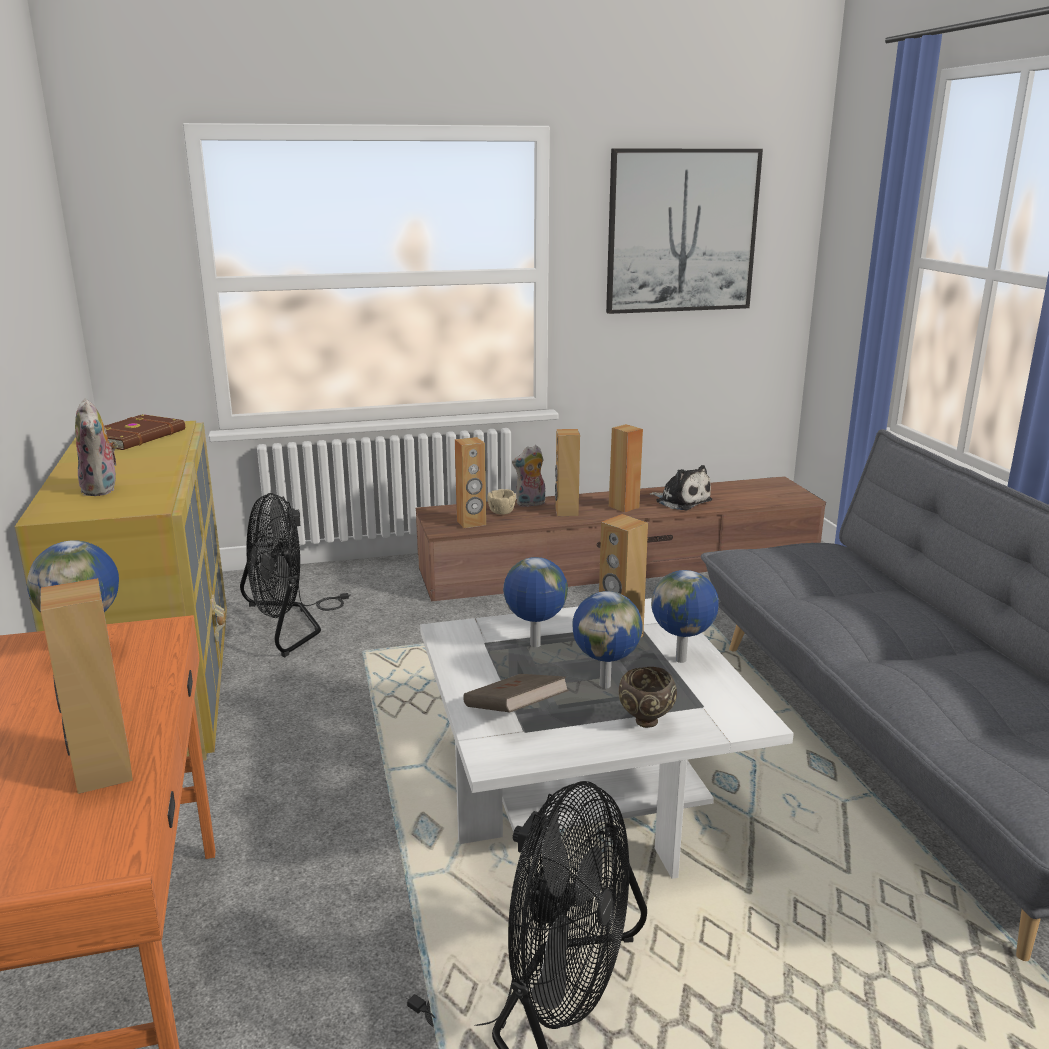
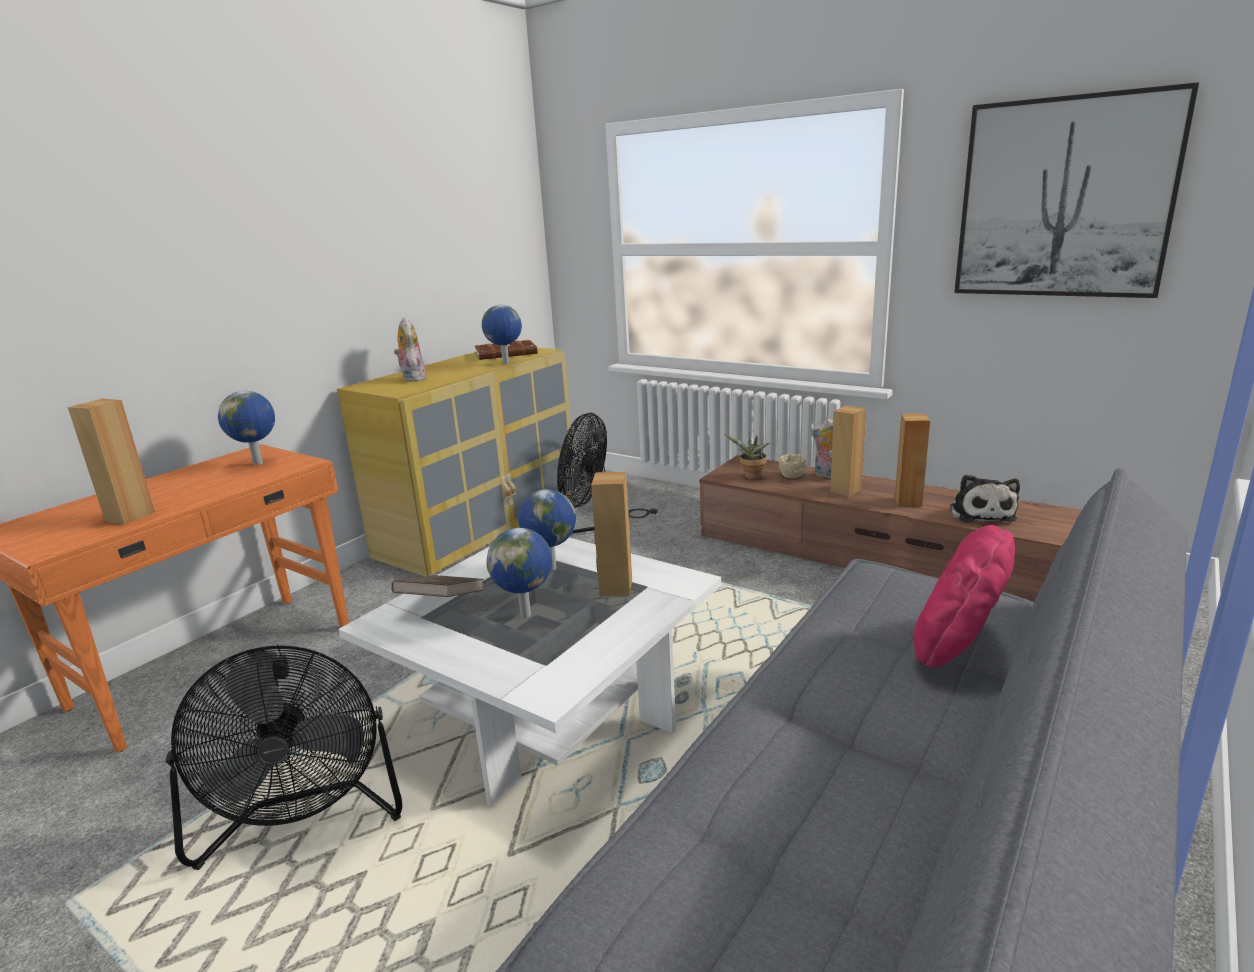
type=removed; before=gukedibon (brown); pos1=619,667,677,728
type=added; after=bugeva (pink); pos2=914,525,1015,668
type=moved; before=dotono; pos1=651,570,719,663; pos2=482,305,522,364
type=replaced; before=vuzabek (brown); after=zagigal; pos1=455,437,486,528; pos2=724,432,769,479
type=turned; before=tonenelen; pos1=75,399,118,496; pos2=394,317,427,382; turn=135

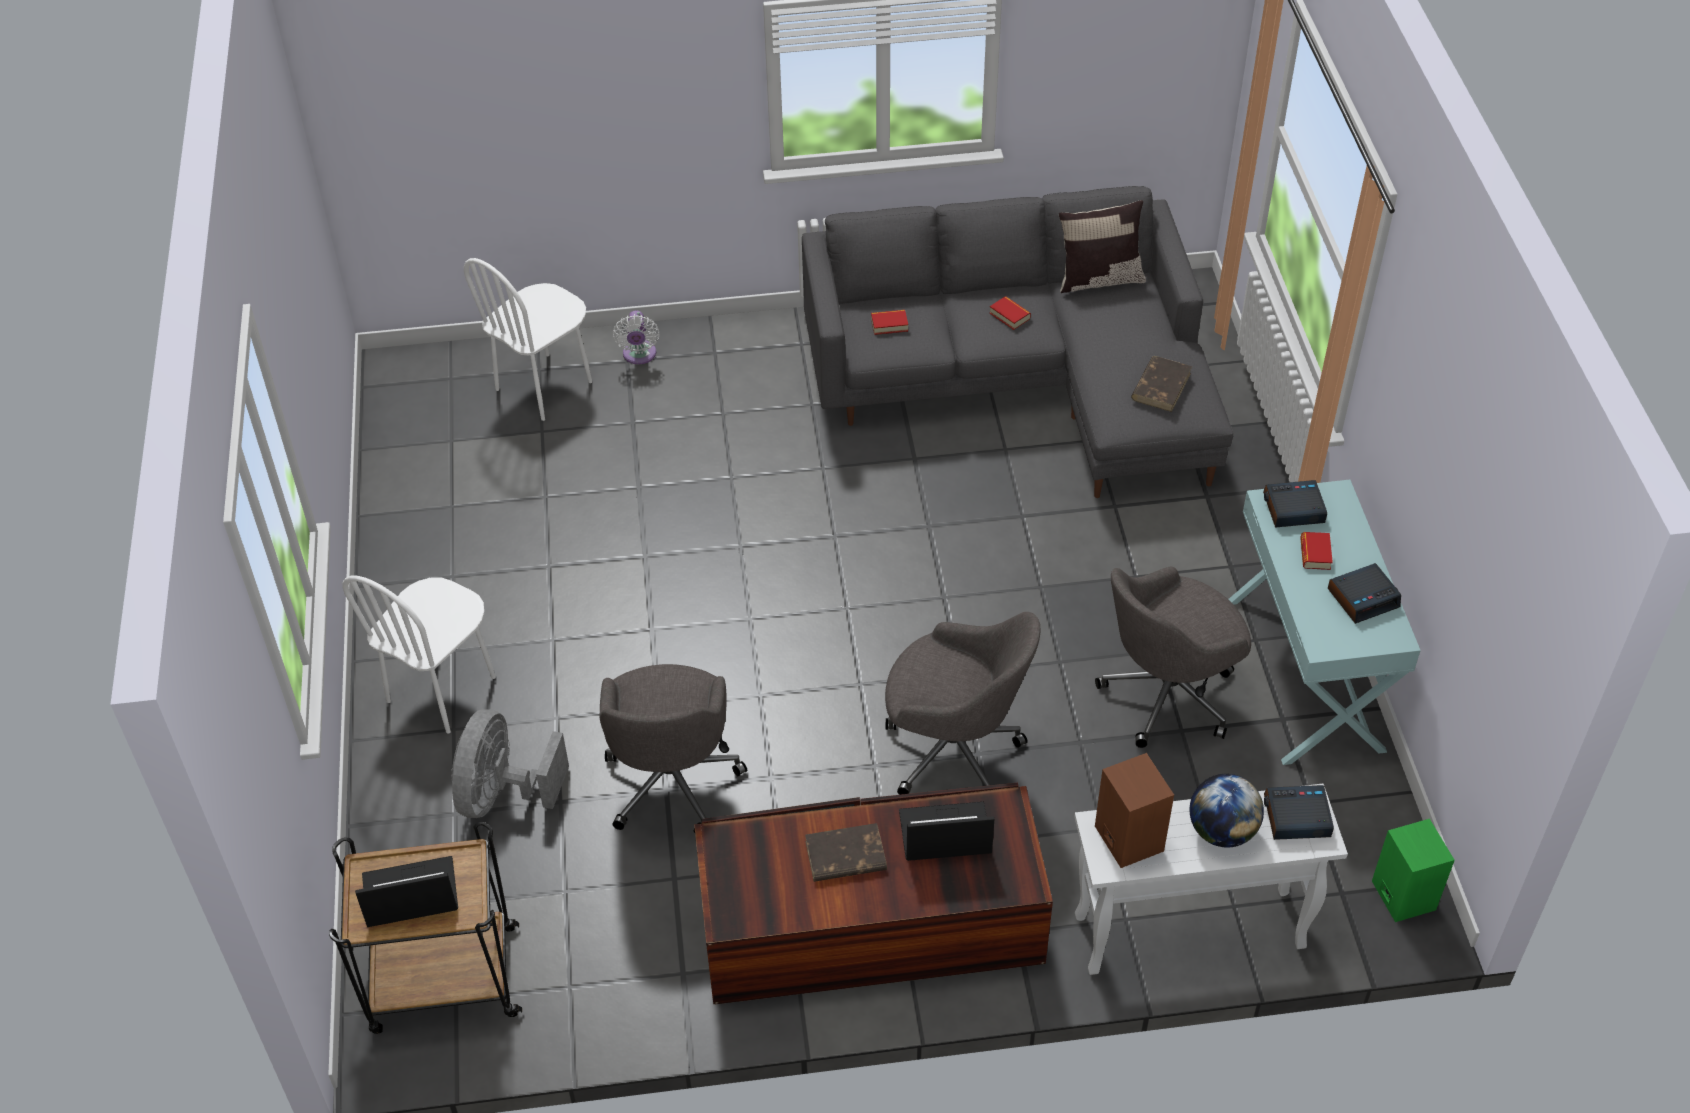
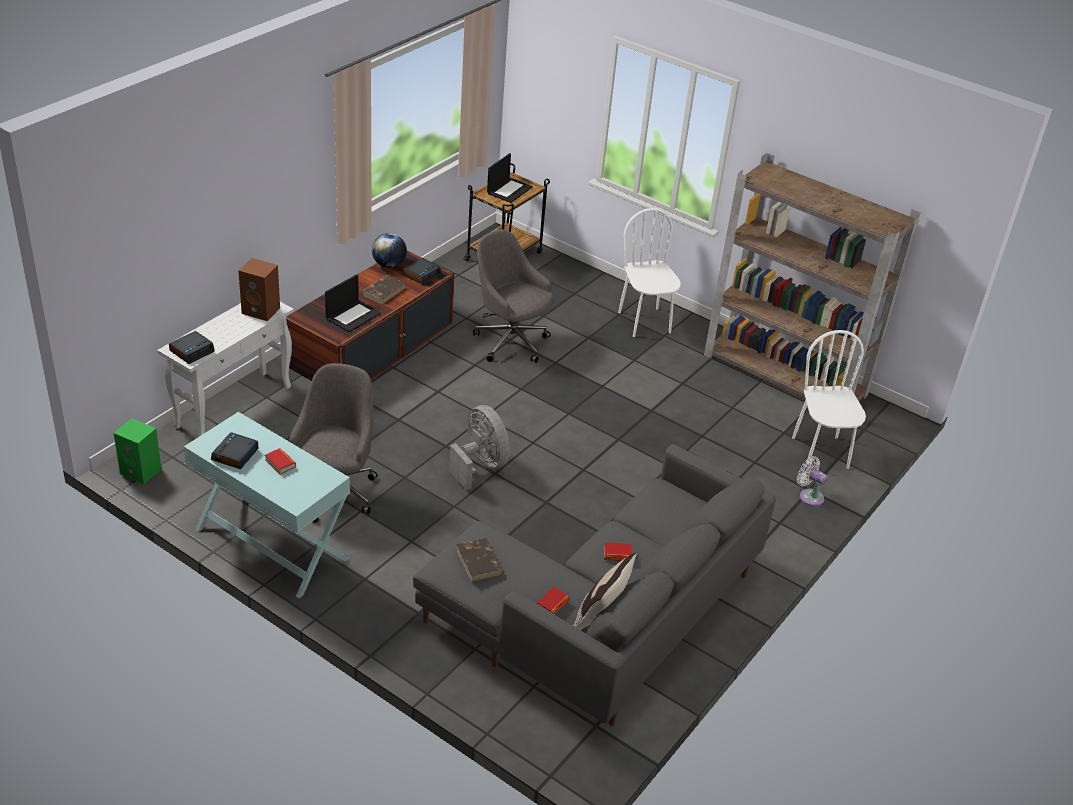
type=removed; before=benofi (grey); pos1=885,612,1040,795
type=added; after=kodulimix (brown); pos2=704,153,921,401
type=moved; before=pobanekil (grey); pos1=451,709,569,818; pos2=449,405,510,490
type=moved; before=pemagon; pos1=871,310,908,335; pos2=537,587,570,615
type=moved; before=dotono; pos1=1190,774,1264,848; pos2=372,233,407,268
type=moved; before=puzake; pos1=1263,480,1327,528; pos2=403,258,441,285

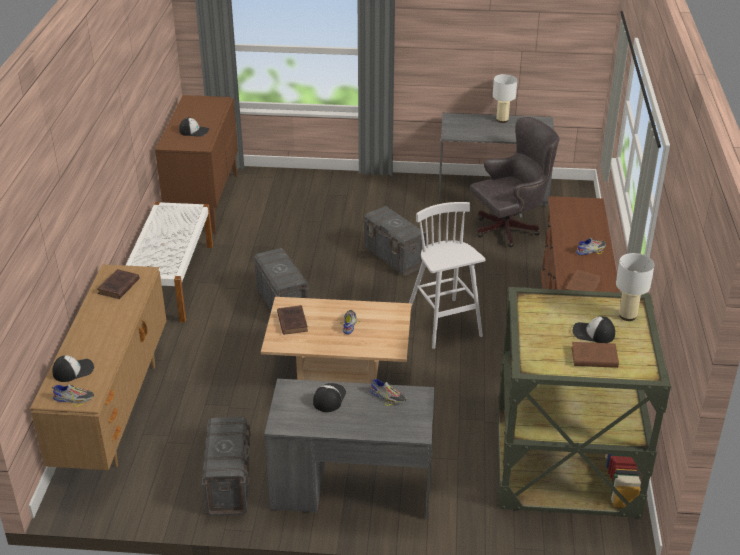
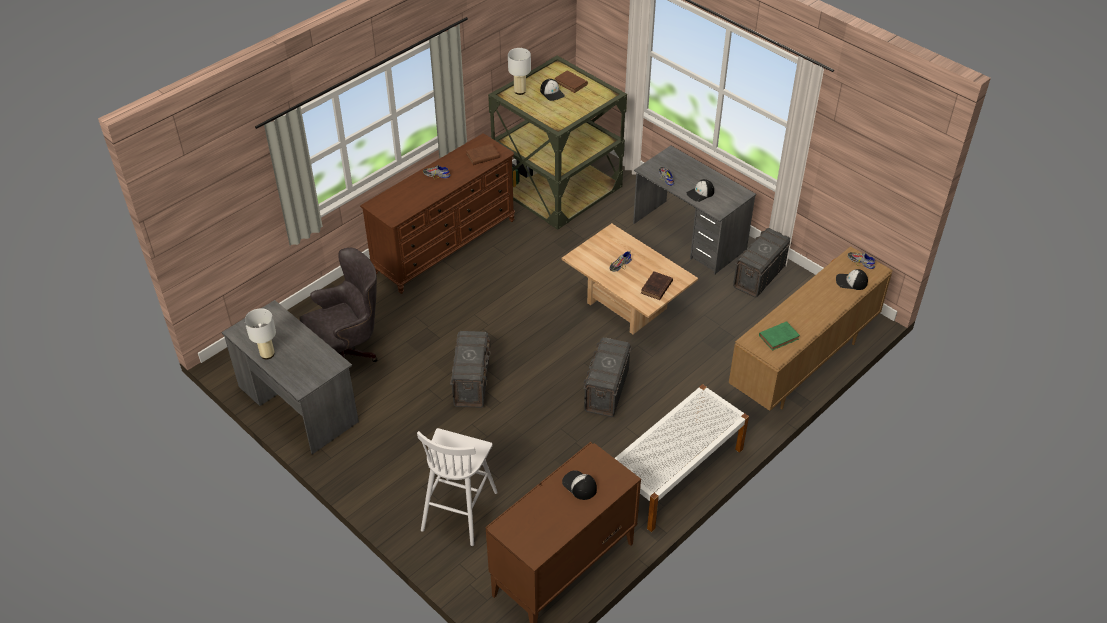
type=moved; before=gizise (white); pos1=409,202,485,349; pos2=417,428,498,546
type=recoloured; before=pemagon (brown); after=pemagon (green); pos1=97,269,140,299; pos2=759,321,800,351
type=turned; before=benofi (grey); pos1=470,117,560,247; pos2=299,248,377,362; turn=135

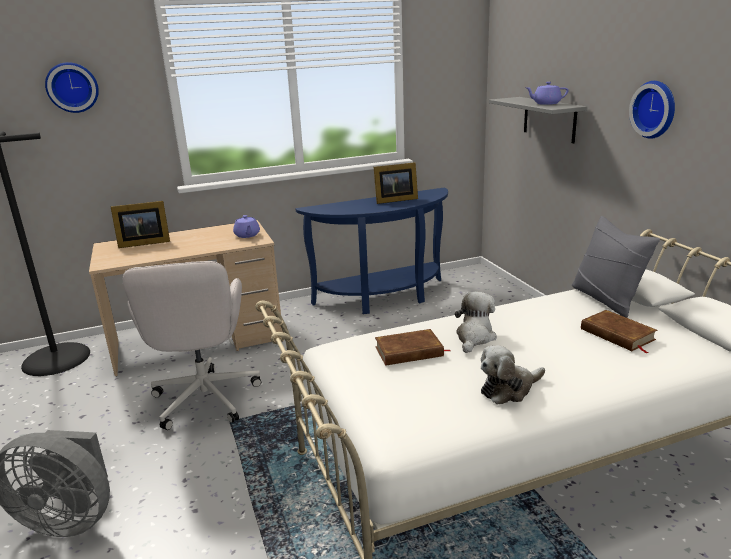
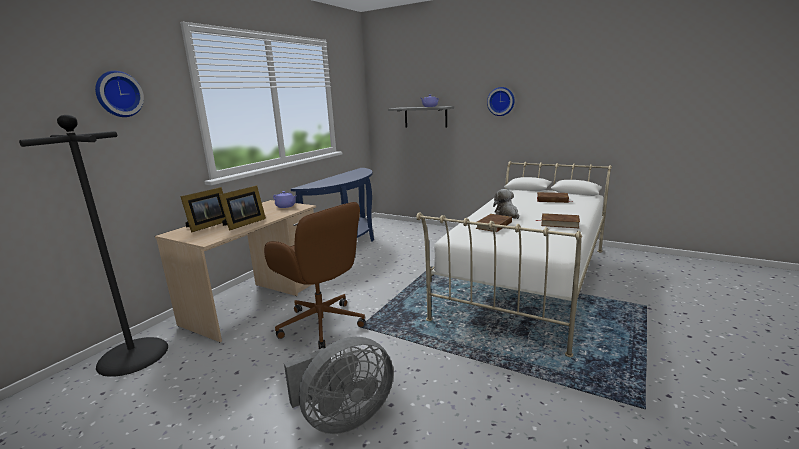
type=removed; before=bugeva (grey); pos1=572,216,660,318
type=moved; before=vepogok; pos1=374,162,418,204; pos2=219,185,266,231
type=replaced; before=tonenelen; after=pemagon (brown); pos1=481,345,545,404; pos2=536,213,580,228
type=recoloured; before=benofi (white); after=benofi (brown); pos1=123,261,261,430; pos2=264,202,366,349

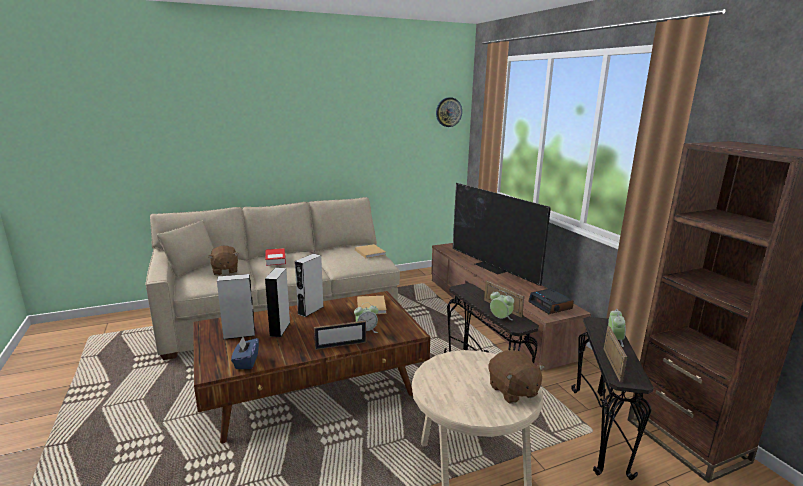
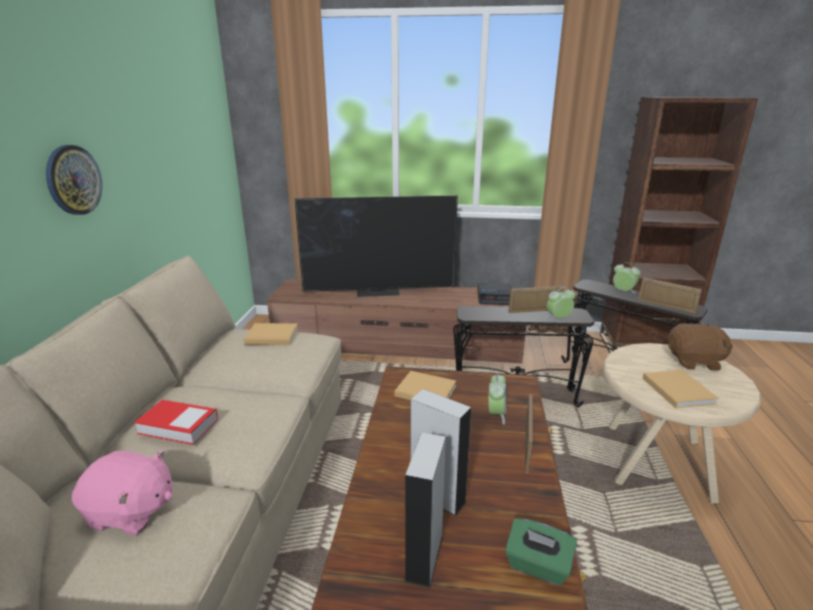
type=removed; before=vuzabek (grey); pos1=295,254,323,317
type=added; after=pemagon (beige); pos2=642,370,719,408
type=moved; before=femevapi; pos1=436,97,462,127; pos2=46,145,102,215
type=recoloured; before=tonenelen (brown); after=tonenelen (pink); pos1=208,246,239,275; pos2=72,450,172,535
type=recoloured; before=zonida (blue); after=zonida (green); pos1=231,337,259,369; pos2=505,518,577,586

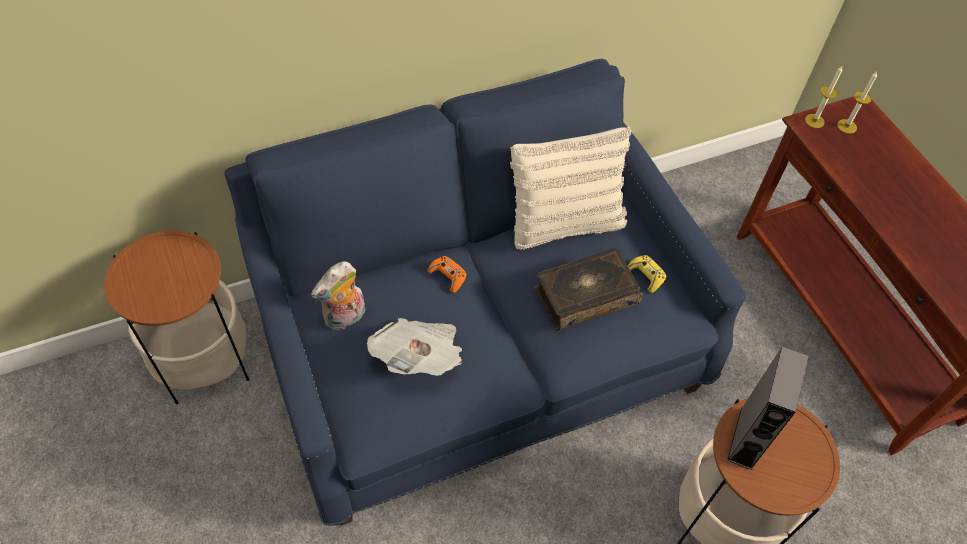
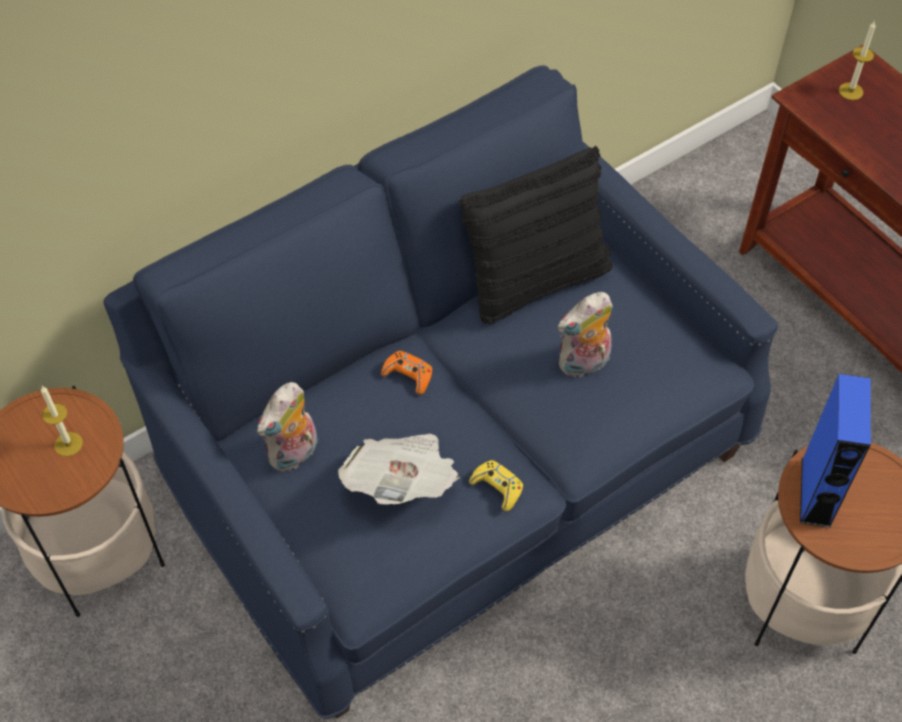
type=moved; before=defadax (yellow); pos1=627,255,666,293; pos2=469,460,523,511
type=moved; before=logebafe; pos1=805,66,842,128; pos2=41,386,83,457
type=replaced; before=pemagon; after=tonenelen; pos1=534,248,643,331; pos2=557,292,613,377
type=recoloured; before=bugeva (beige); after=bugeva (black); pos1=510,127,631,250; pos2=459,146,612,324
type=recoloured; before=vuzabek (grey); after=vuzabek (blue); pos1=727,346,808,470; pos2=800,374,871,528

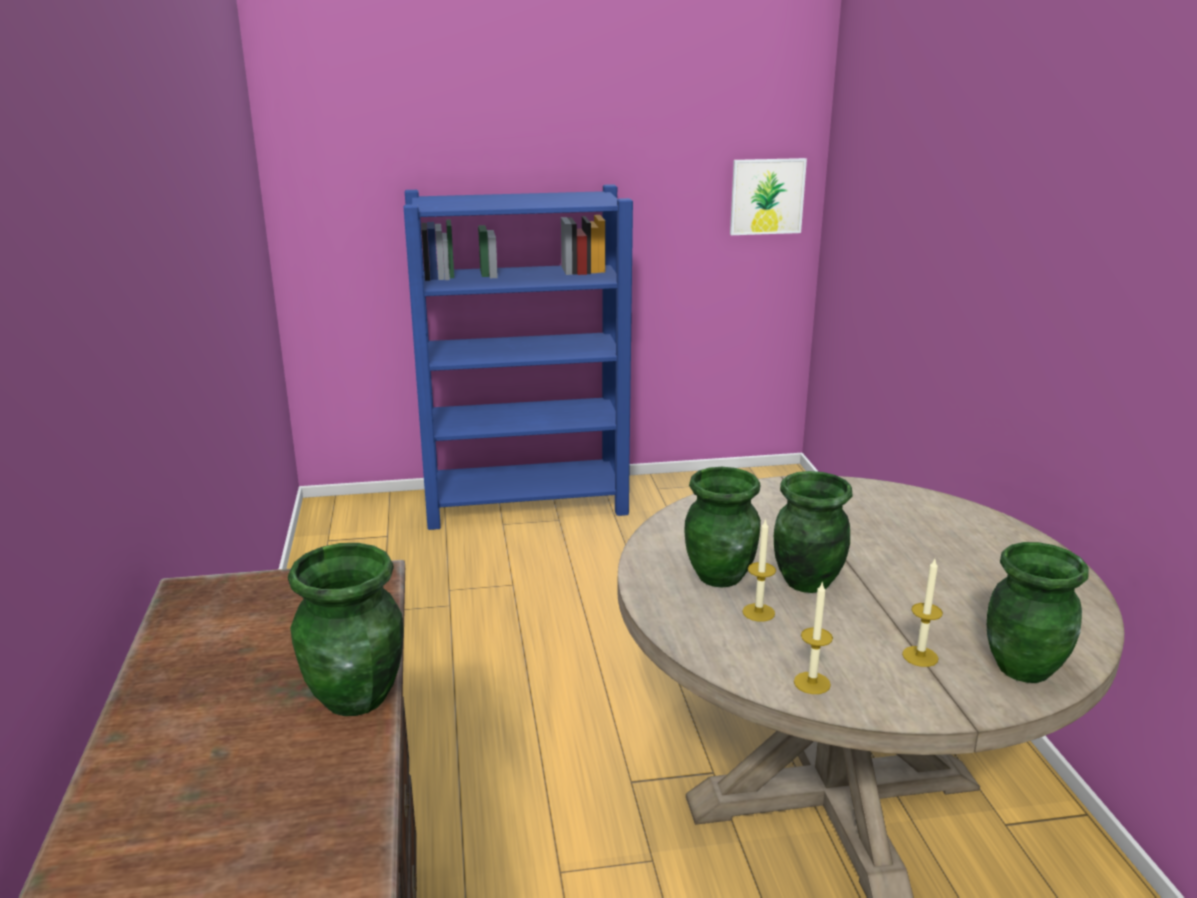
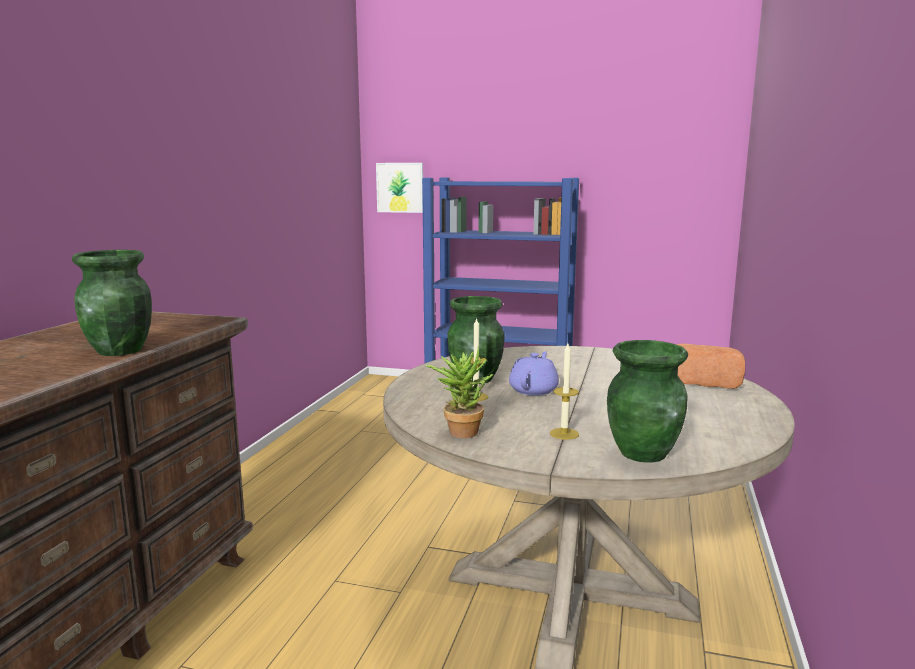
type=added; after=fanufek; pos2=676,343,745,389
type=moved; before=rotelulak; pos1=730,158,807,235; pos2=376,163,423,213
type=replaced; before=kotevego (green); after=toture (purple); pos1=774,471,852,593; pos2=509,351,559,396
type=replaced; before=logebafe; after=zagigal; pos1=794,581,833,694; pos2=426,345,494,438

